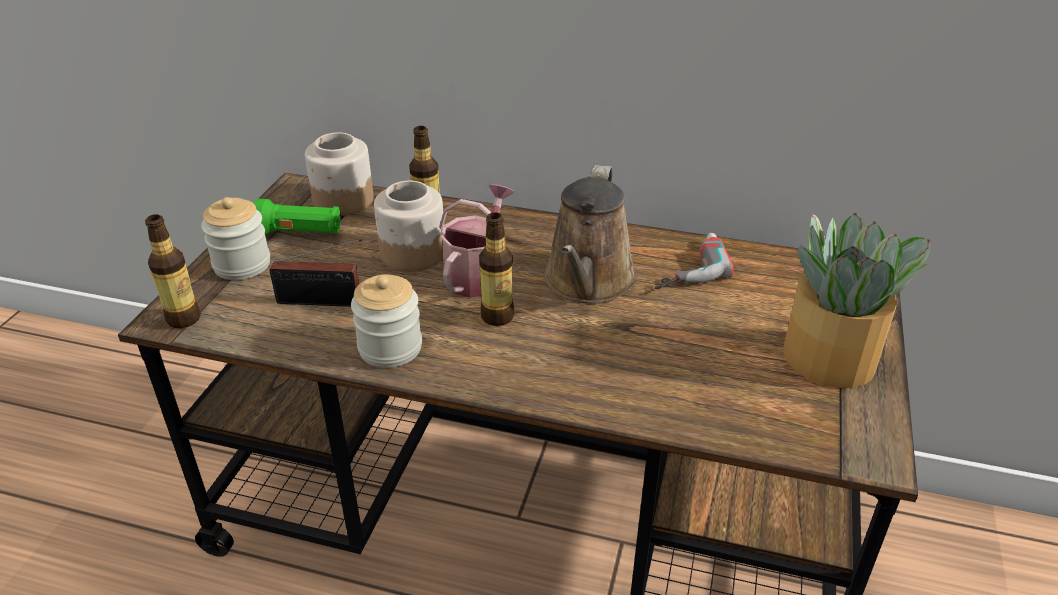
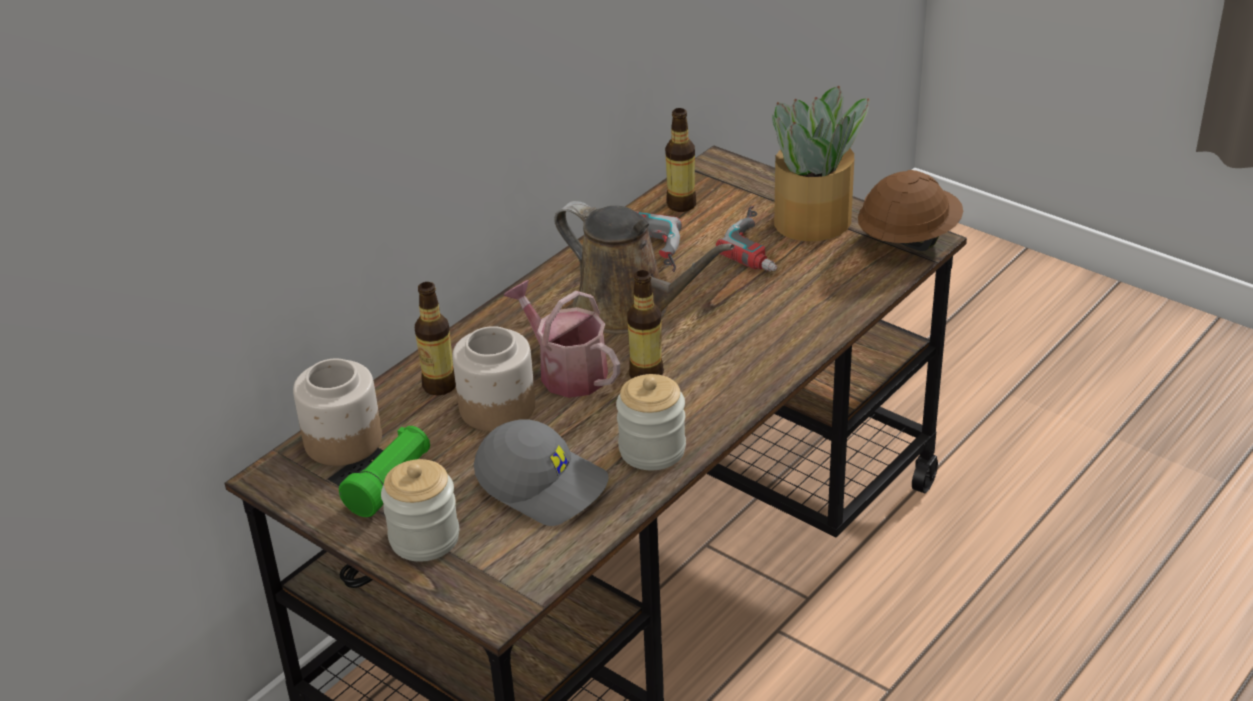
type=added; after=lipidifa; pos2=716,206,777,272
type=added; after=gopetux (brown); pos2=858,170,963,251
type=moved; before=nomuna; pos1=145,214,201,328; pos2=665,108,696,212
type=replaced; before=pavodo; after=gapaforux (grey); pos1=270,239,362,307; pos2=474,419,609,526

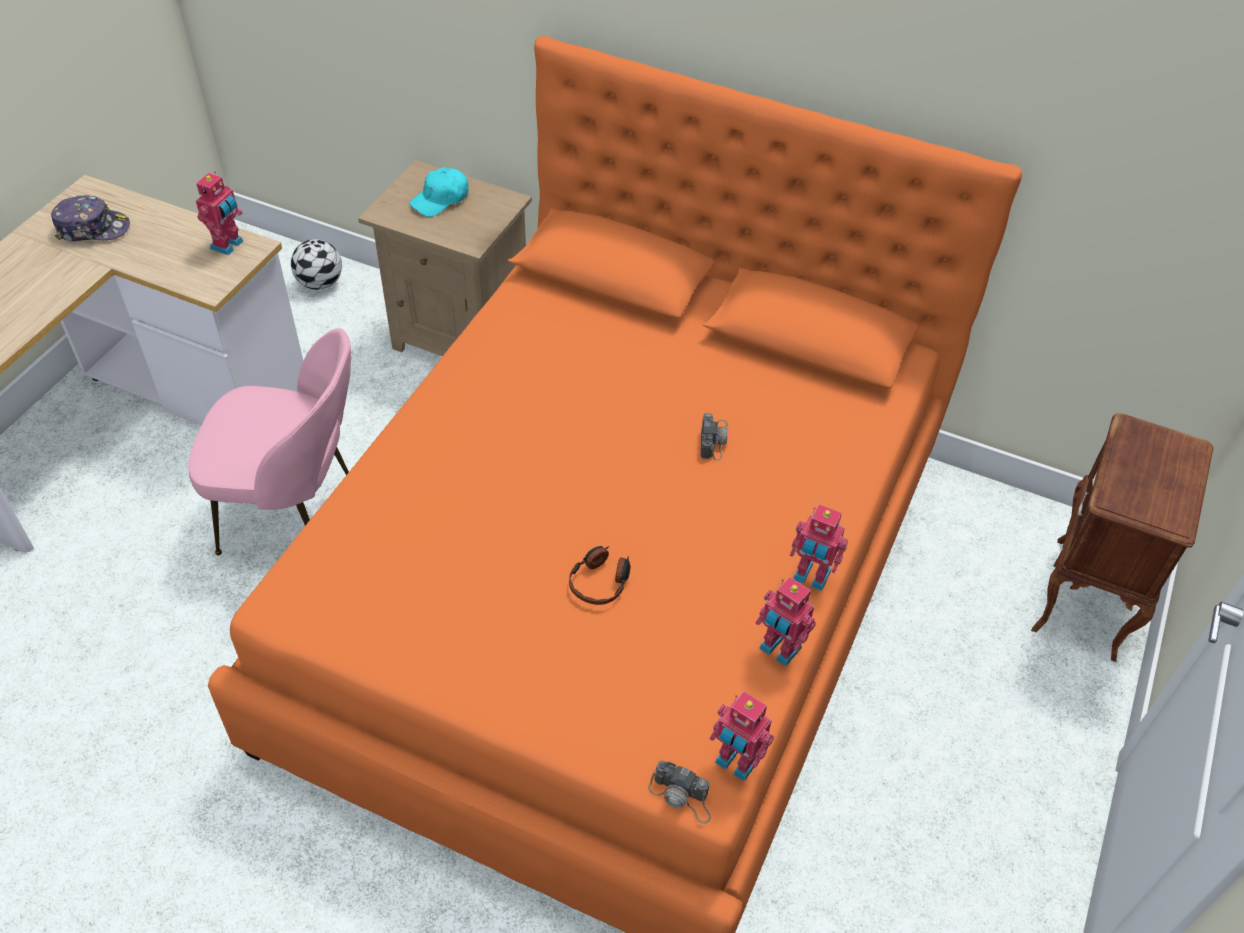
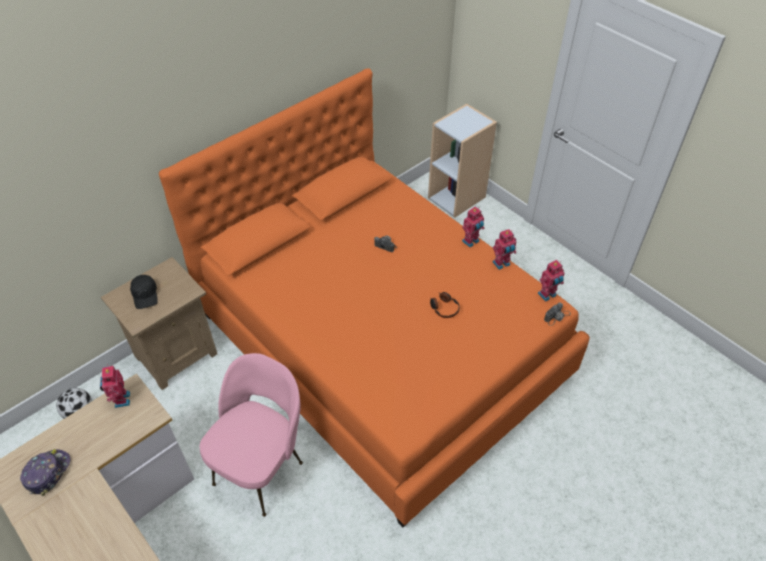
type=replaced; before=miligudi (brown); after=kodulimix; pos1=1031,413,1214,662; pos2=428,104,497,218
type=recoloured; before=gapaforux (turquoise); after=gapaforux (black); pos1=409,167,469,217; pos2=130,275,158,309
type=turned; before=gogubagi; pos1=196,171,243,255; pos2=100,365,130,408; turn=-150

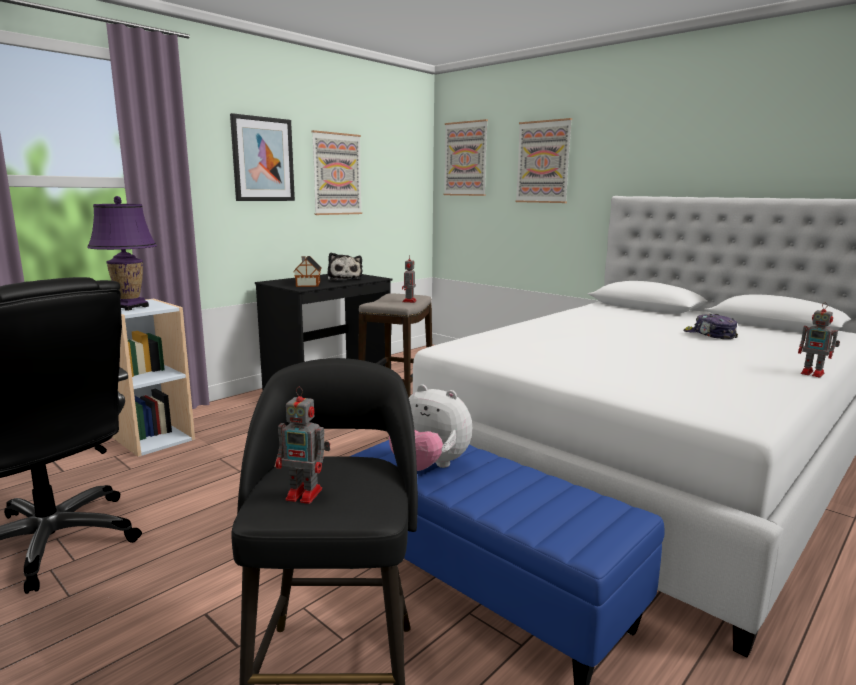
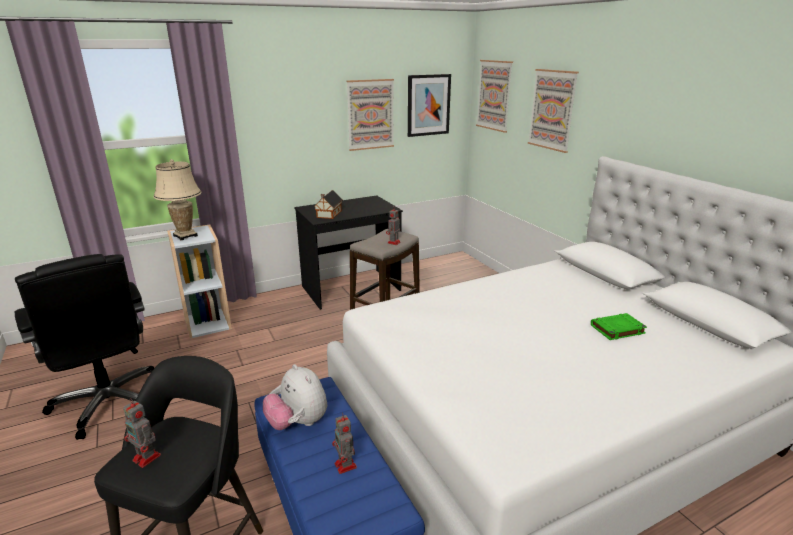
type=removed; before=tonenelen; pos1=327,253,363,280
type=moved; before=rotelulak; pos1=230,113,295,201; pos2=408,74,451,137
type=moved; before=gogubagi; pos1=798,303,840,377; pos2=332,415,357,474
type=replaced; before=gapaforux; after=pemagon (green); pos1=684,314,738,339; pos2=591,313,647,340
type=recoloured; before=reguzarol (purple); after=reguzarol (beige); pos1=87,196,157,311; pos2=154,159,202,240

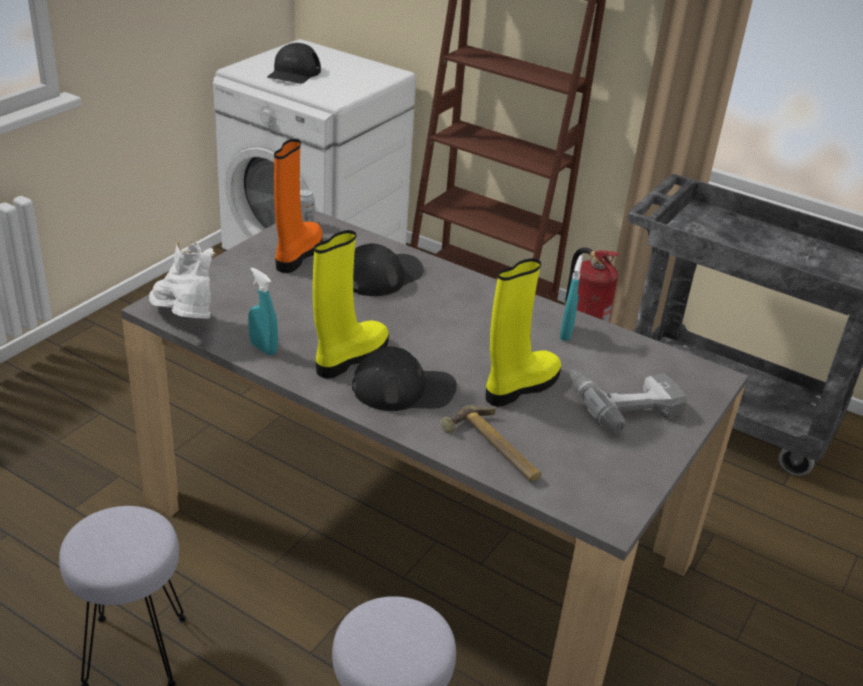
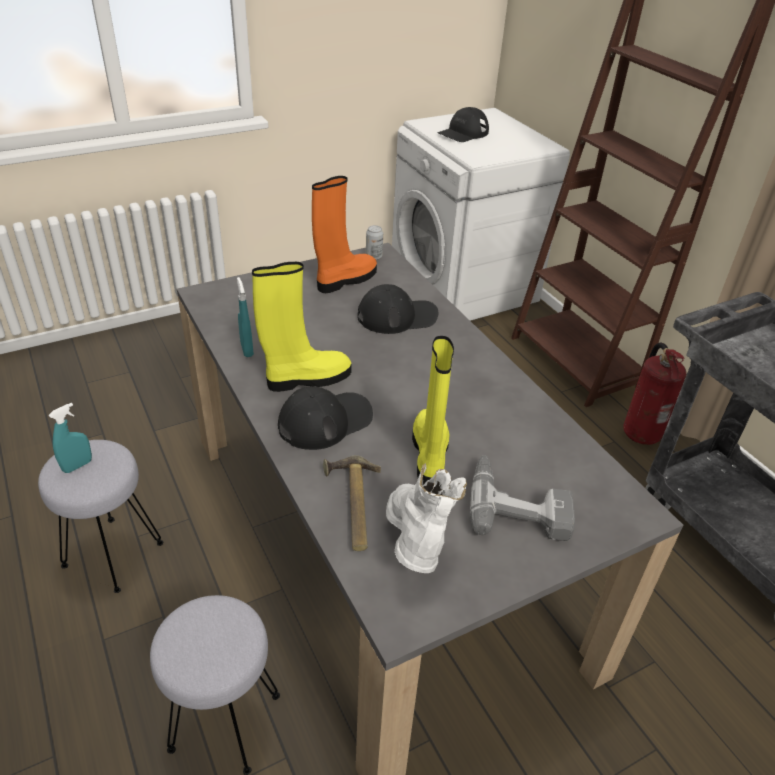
type=moved; before=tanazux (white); pos1=149,241,216,319; pos2=386,463,467,573
type=moved; before=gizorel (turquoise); pos1=560,255,583,341; pos2=48,403,92,473
type=turned; before=gapaforux (black); pos1=352,346,457,411; pos2=278,386,373,450; turn=-60
type=turned; before=tanazux (yellow); pos1=485,258,561,407; pos2=412,336,454,484; turn=-75

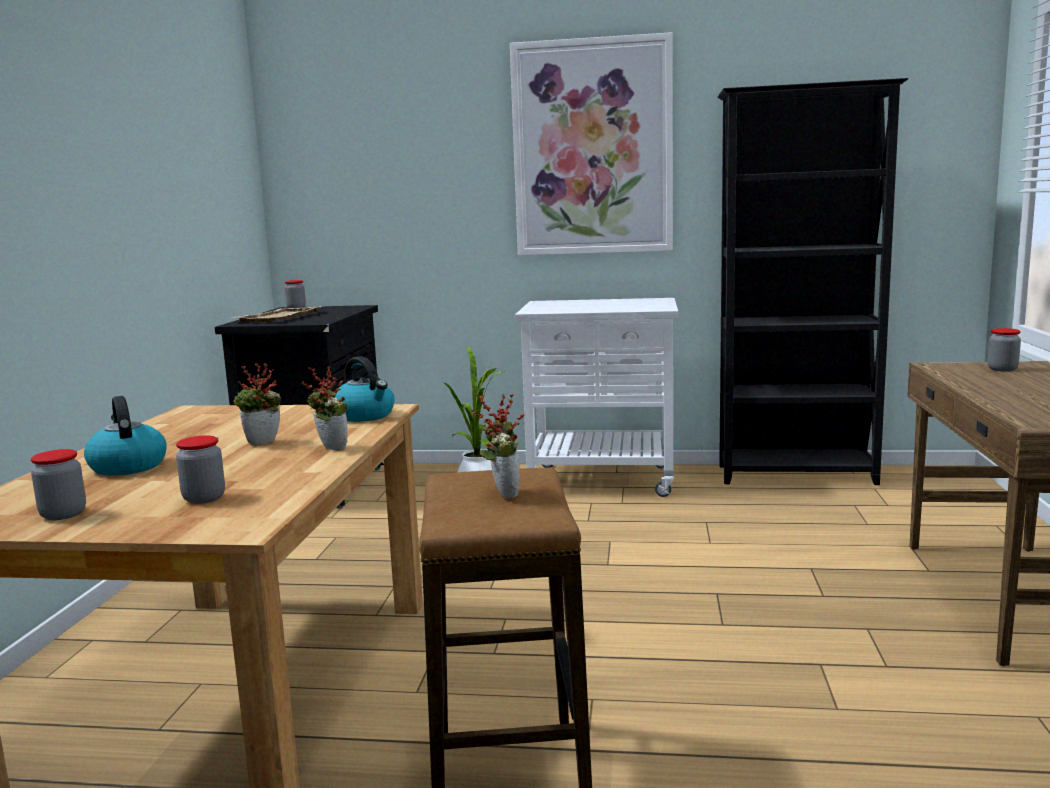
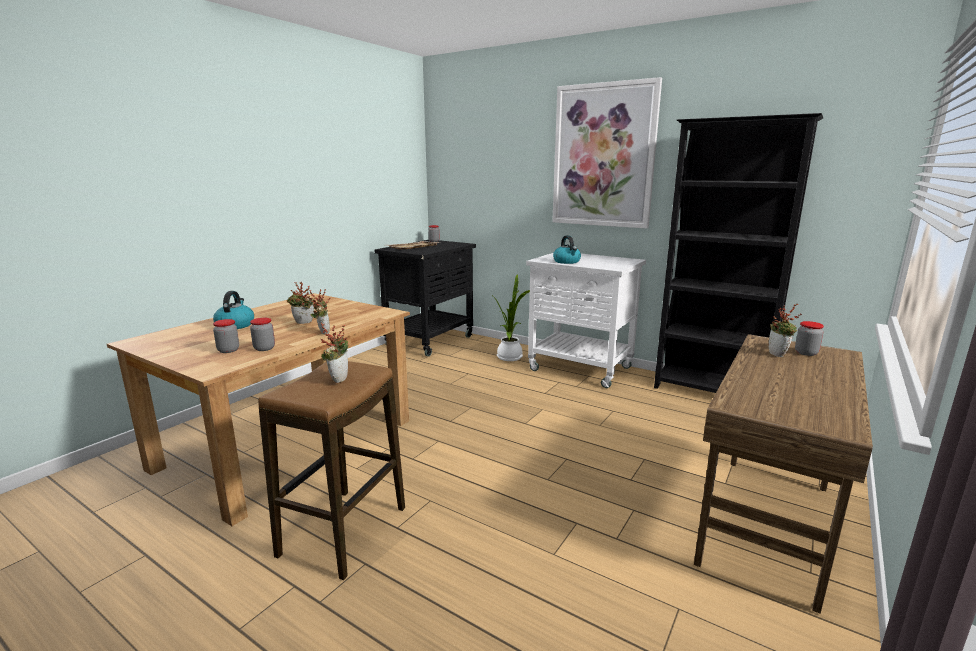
type=added; after=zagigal; pos2=768,304,802,357
type=moved; before=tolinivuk; pos1=31,449,86,520; pos2=250,318,275,351
type=moved; before=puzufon; pos1=334,356,395,422; pos2=553,235,581,264

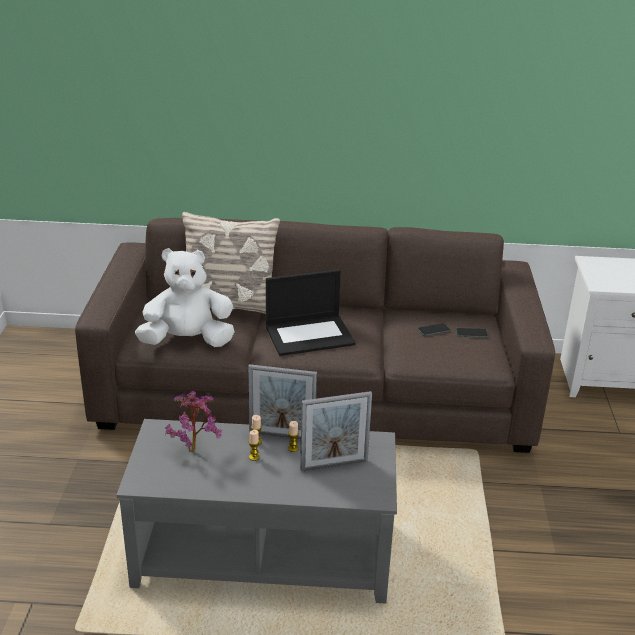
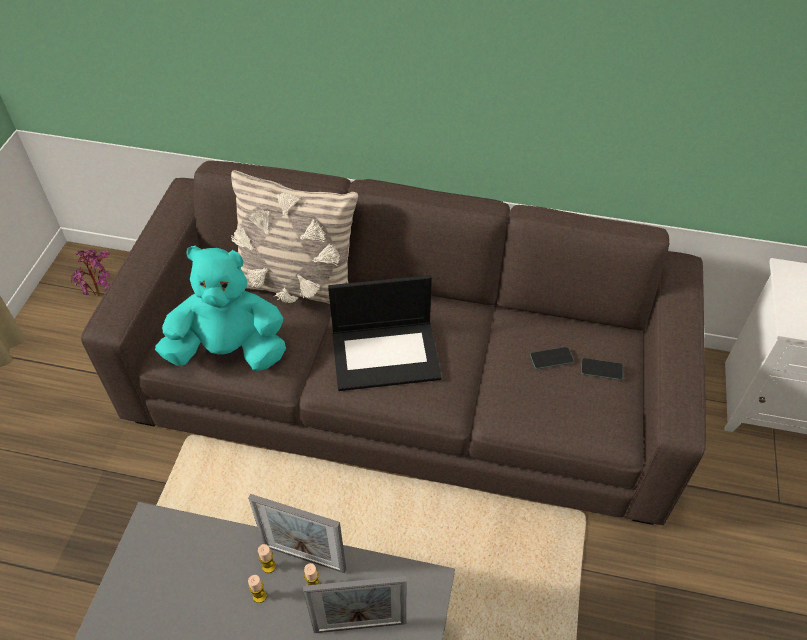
type=moved; before=zagigal; pos1=165,391,222,452; pos2=71,249,110,296
type=recoloured; before=tonenelen (white); after=tonenelen (turquoise); pos1=135,248,235,347; pos2=155,246,286,371

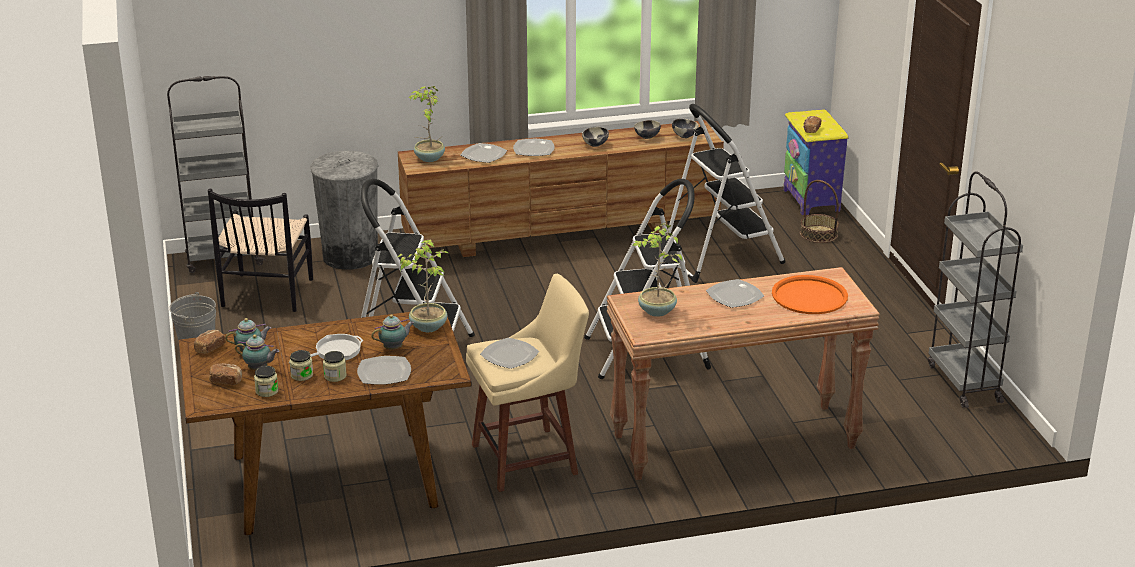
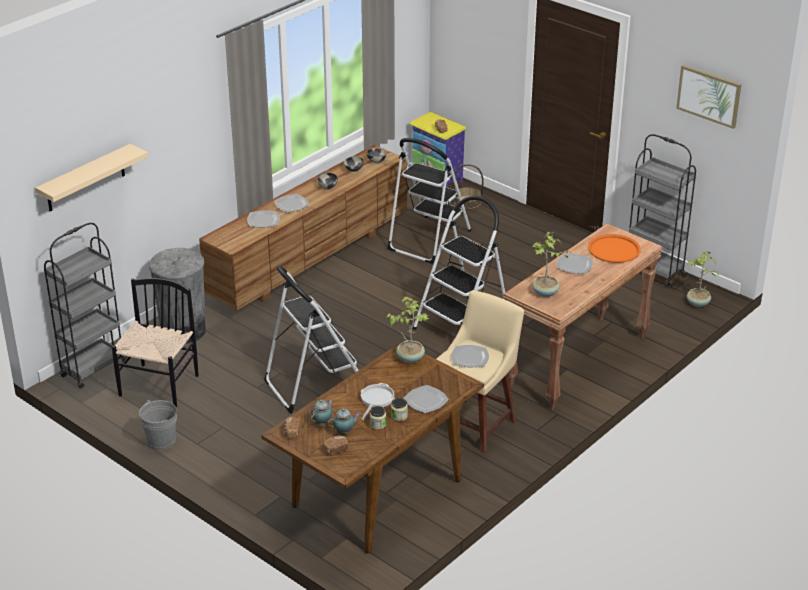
type=removed; before=tolinivuk; pos1=254,366,278,397
type=removed; before=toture; pos1=371,314,414,349
type=added; after=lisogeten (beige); pos2=35,144,148,212
type=added; after=rotelulak; pos2=676,65,742,129
type=moved; before=zagigal; pos1=409,86,445,162; pos2=687,250,719,307
type=turned; before=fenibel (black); pos1=208,189,313,312; pos2=112,278,199,407; turn=-135

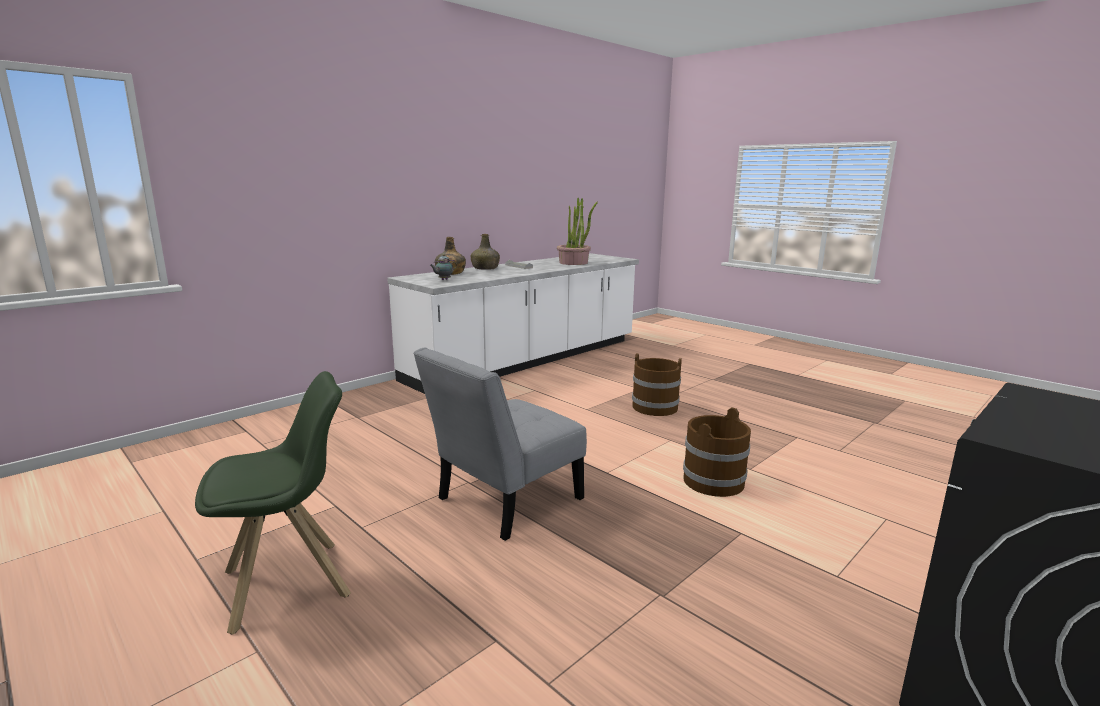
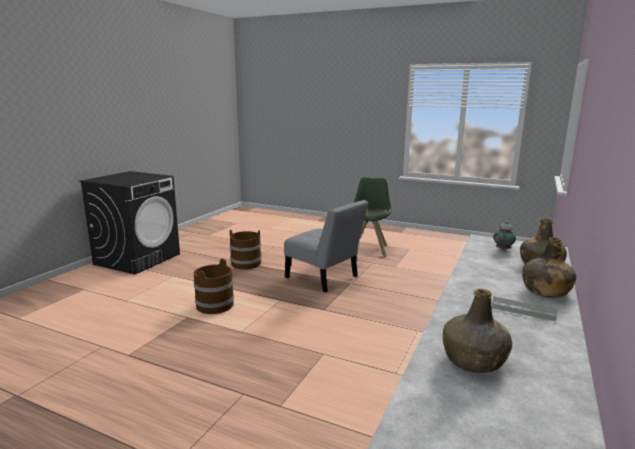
type=moved; before=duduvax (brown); pos1=632,353,682,416; pos2=230,230,261,269
type=replaced; before=zagigal; after=nomuna (green); pos1=557,198,598,265; pos2=443,289,512,373
type=turned; before=fenibel (green); pos1=195,371,351,634; pos2=354,177,391,257; turn=150
type=turned; before=fenibel (grey); pos1=413,347,587,541; pos2=284,200,369,293; turn=105

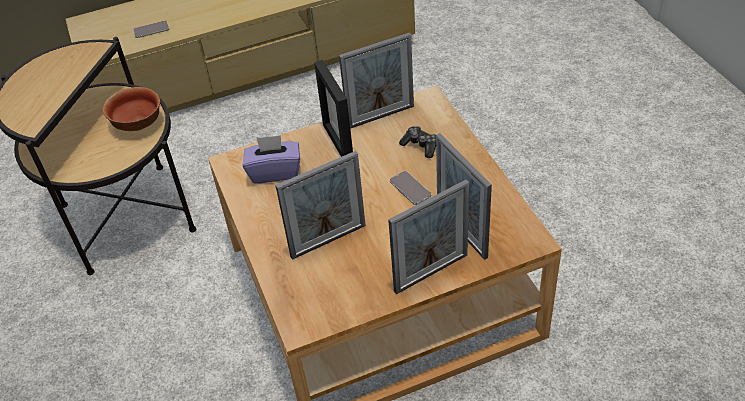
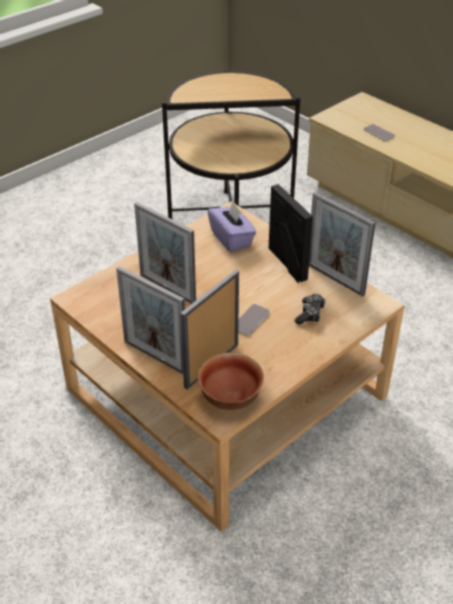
type=moved; before=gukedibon; pos1=103,87,160,131; pos2=197,353,264,410
type=turned; before=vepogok; pos1=314,60,353,157; pos2=269,184,313,283; turn=105

